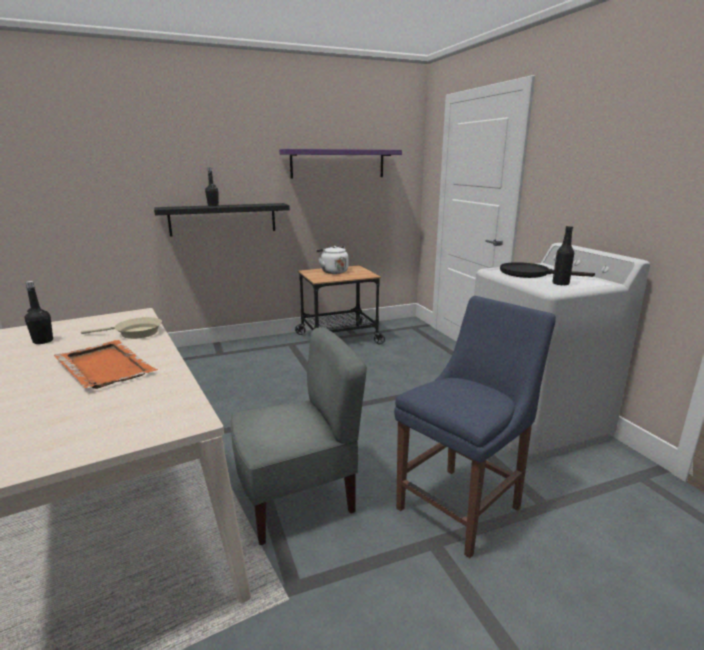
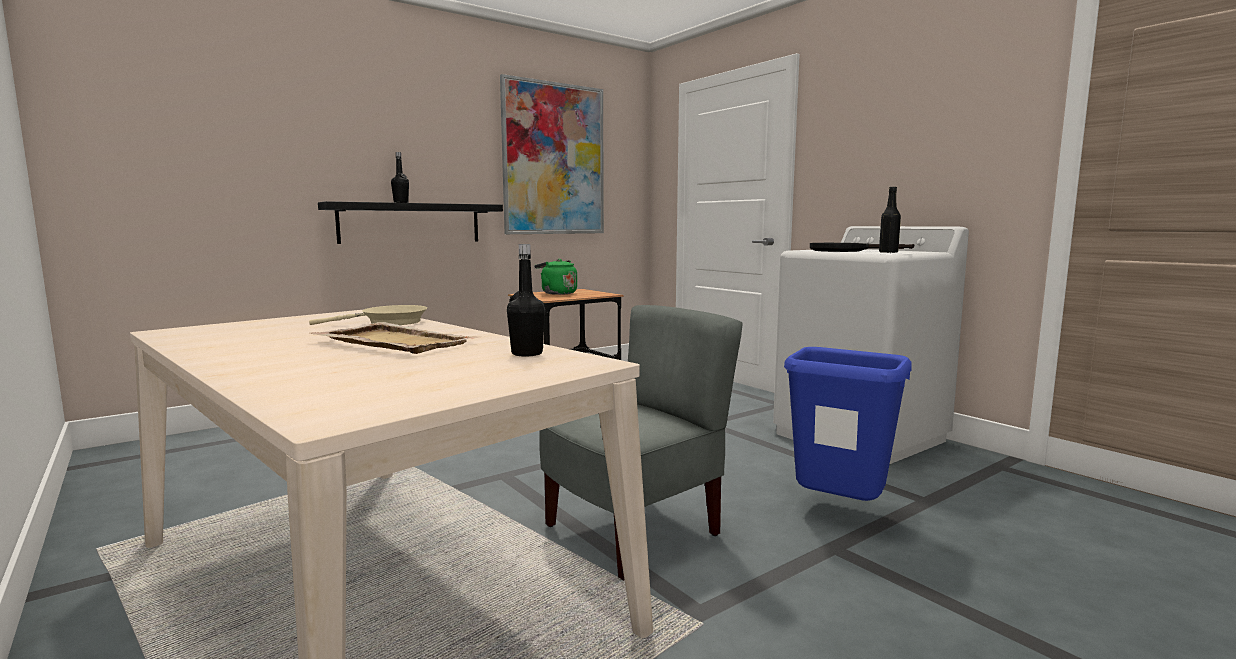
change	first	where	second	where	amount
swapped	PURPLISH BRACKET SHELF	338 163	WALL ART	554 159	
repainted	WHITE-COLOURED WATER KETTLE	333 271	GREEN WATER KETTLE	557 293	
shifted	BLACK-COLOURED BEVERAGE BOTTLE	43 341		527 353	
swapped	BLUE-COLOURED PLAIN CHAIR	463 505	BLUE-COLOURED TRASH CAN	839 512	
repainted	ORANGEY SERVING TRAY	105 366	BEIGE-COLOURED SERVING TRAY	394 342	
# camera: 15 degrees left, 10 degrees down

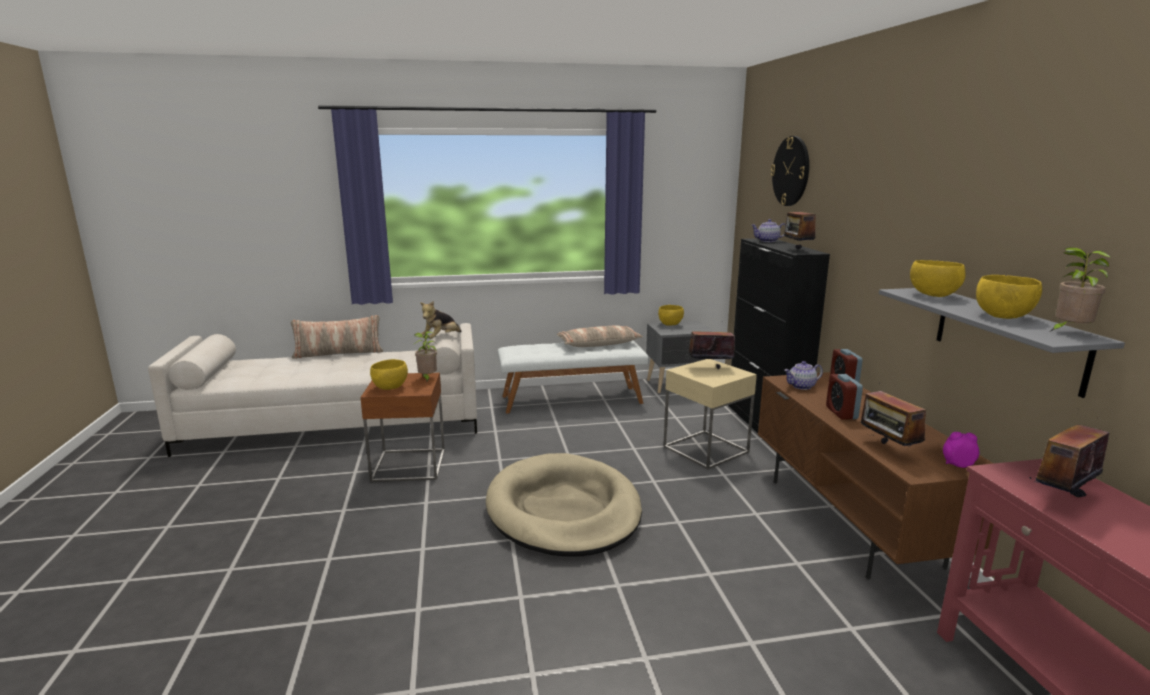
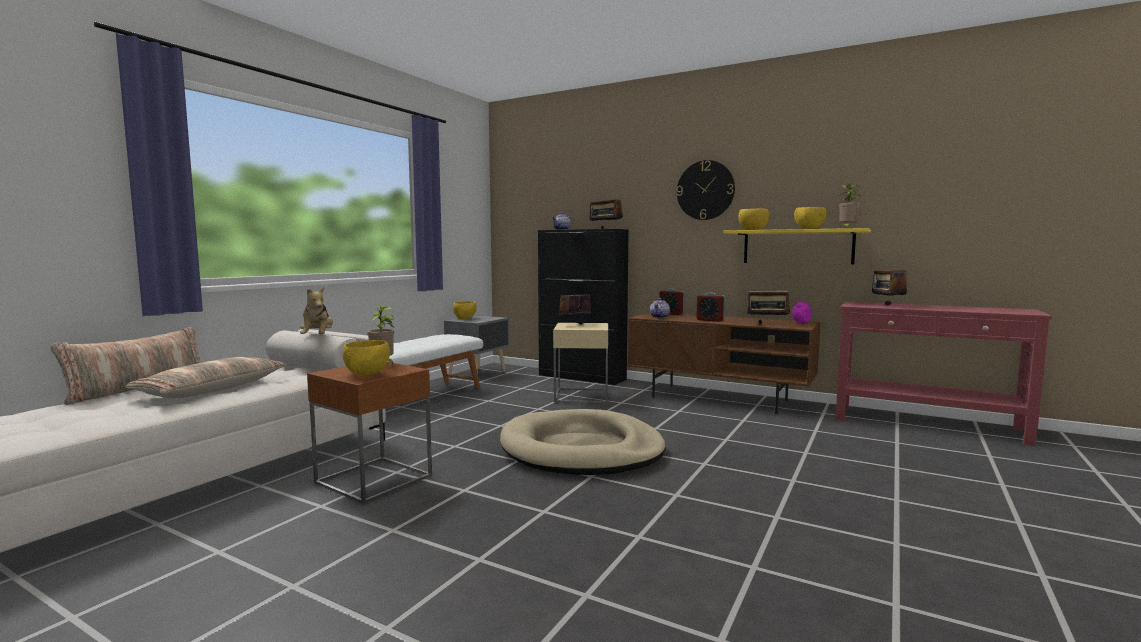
change	first	where	second	where	amount
shifted	HANGING CLOCK	791 171		705 190	
repainted	GREY BRACKET SHELF	1007 338	YELLOW BRACKET SHELF	797 247	
shifted	PILLOW	598 344		212 389	
# camera: 50 degrees left, 10 degrees down

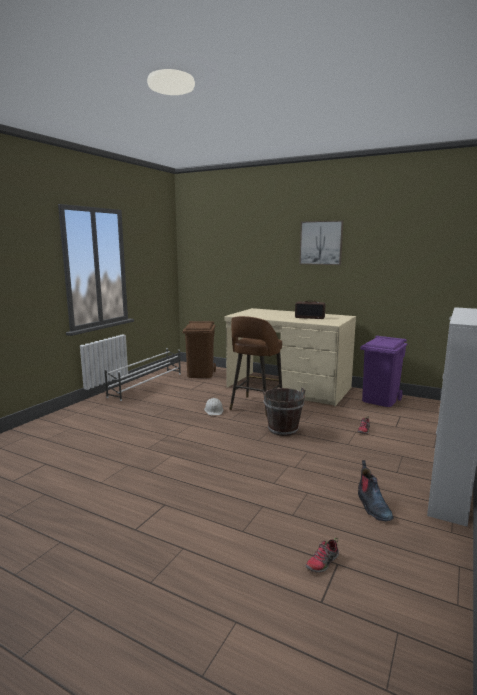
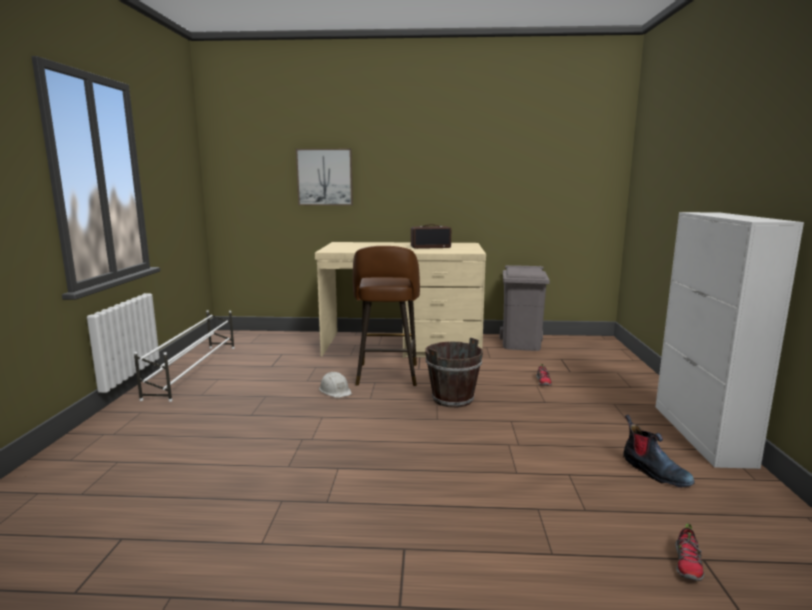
change	first	where	second	where	amount
shifted	WALL ART	321 243		325 177	
gone	BROWN-COLOURED TRASH CAN	200 374			
repainted	PURPLISH TRASH CAN	380 400	GREY TRASH CAN	521 344	
# camera: 25 degrees left, 0 degrees up

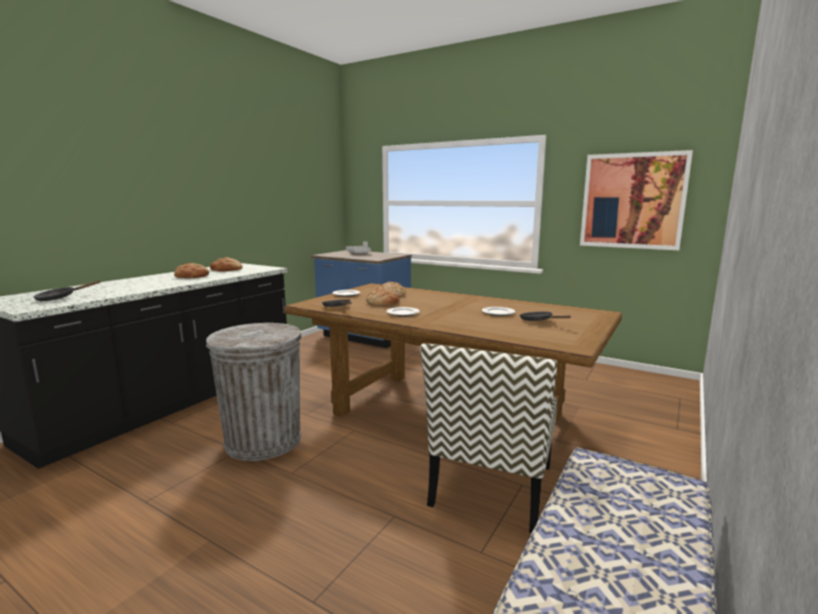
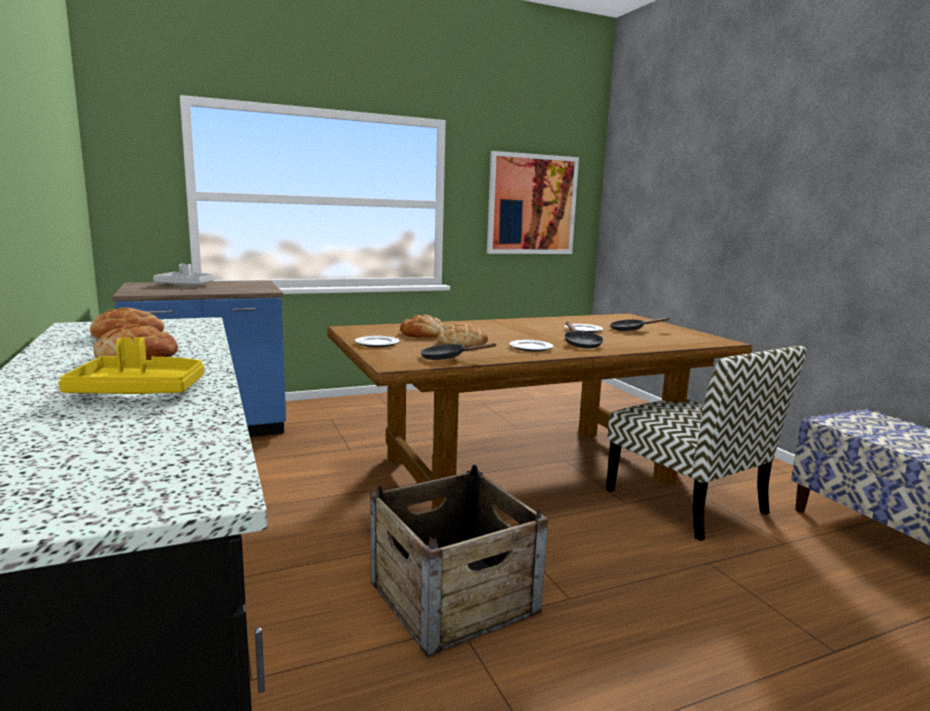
change	first	where	second	where	amount
shifted	BLACK-COLOURED PAN	60 298		581 344	
swapped	GREY TRASH CAN	263 440	CRATE	452 596	
new			YELLOW SERVING TRAY	139 391	
# camera: 55 degrees left, 0 degrees up

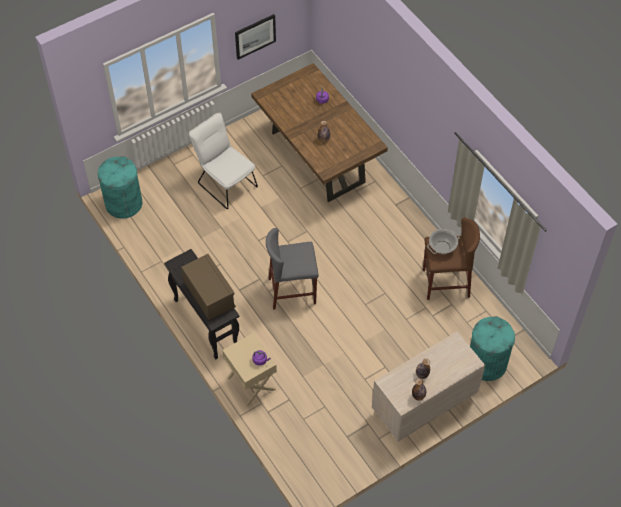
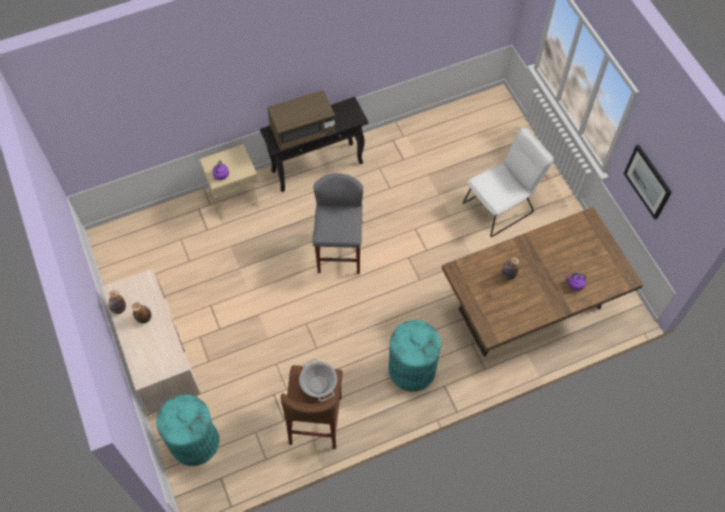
change	first	where	second	where	amount
shifted	TURQUOISE-COLOURED TRASH CAN	123 203		412 369	
# camera: 100 degrees right, 5 degrees up

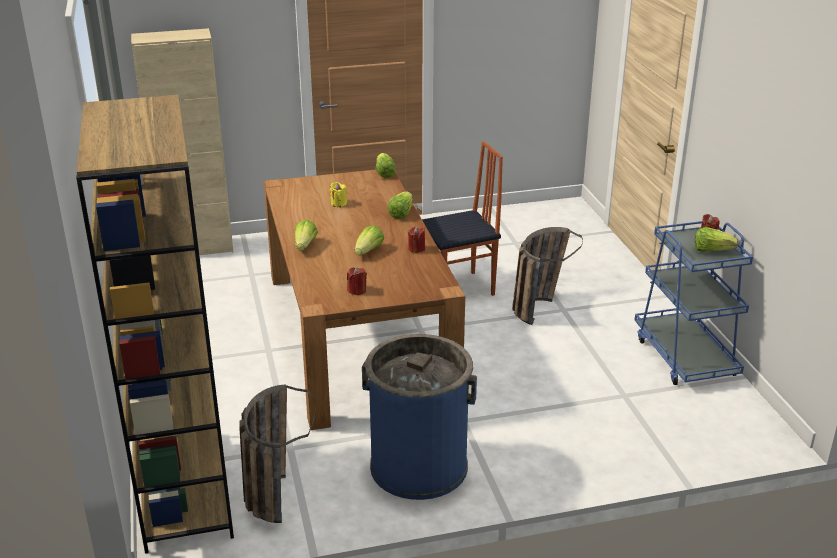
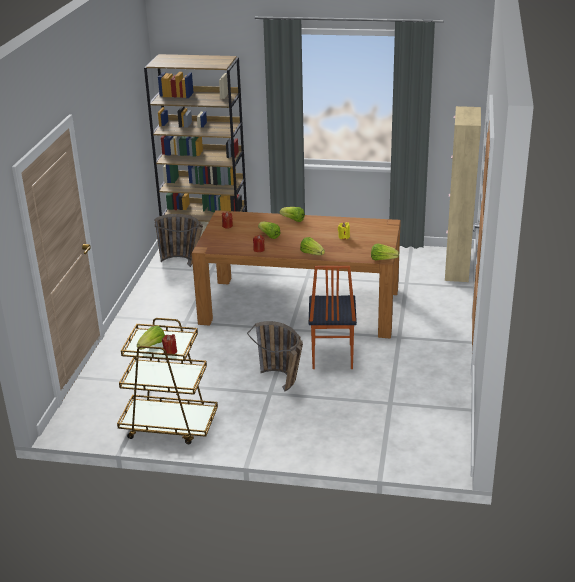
change	first	where	second	where	amount
repainted	BLUE-COLOURED WHEELED CART	684 356	BROWN-COLOURED WHEELED CART	168 425	
gone	BLUE-COLOURED TRASH CAN	418 466			
# camera: 115 degrees right, 0 degrees up

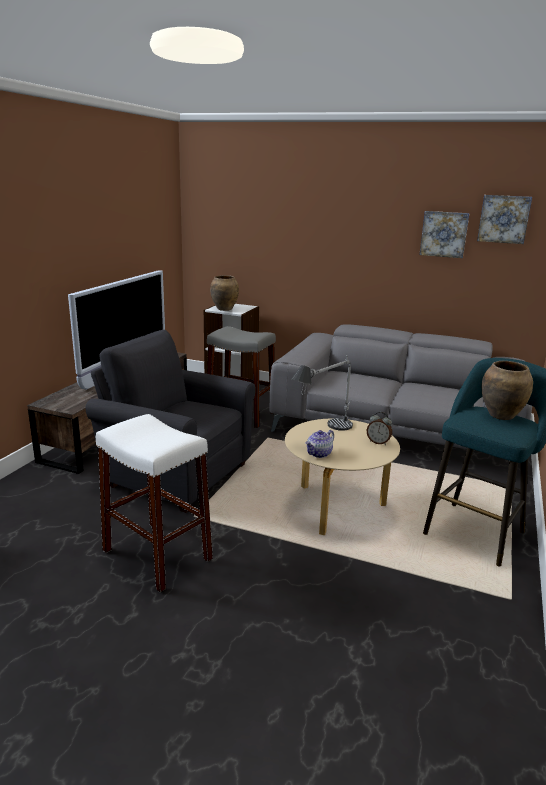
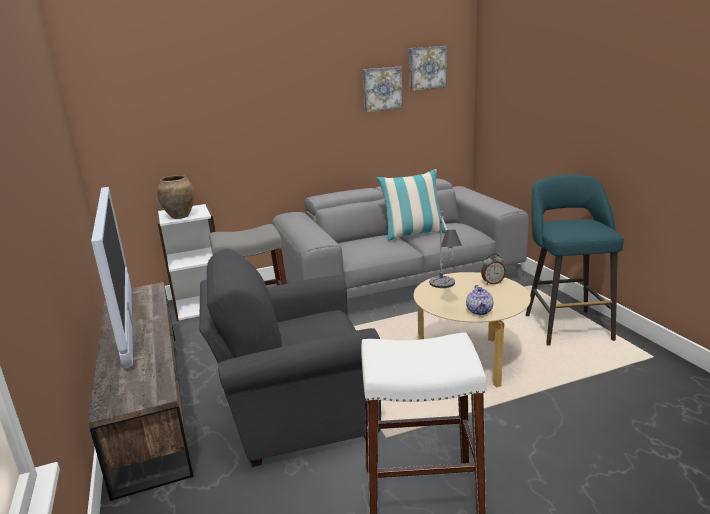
change	first	where	second	where	amount
gone	BROWN-COLOURED DECORATIVE VASE	501 416			
new			PILLOW	413 234	
# camera: 40 degrees left, 0 degrees up

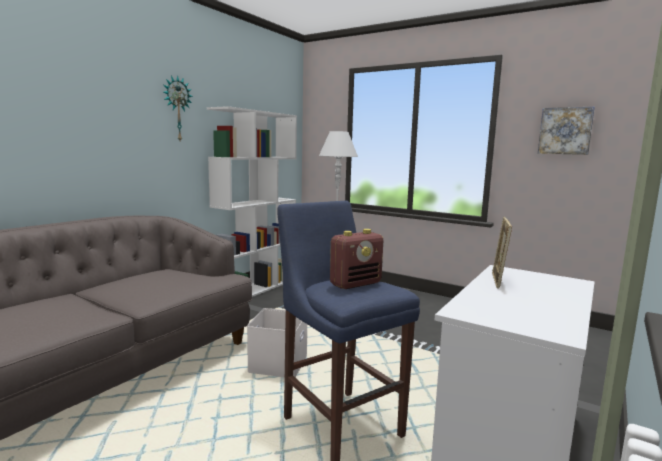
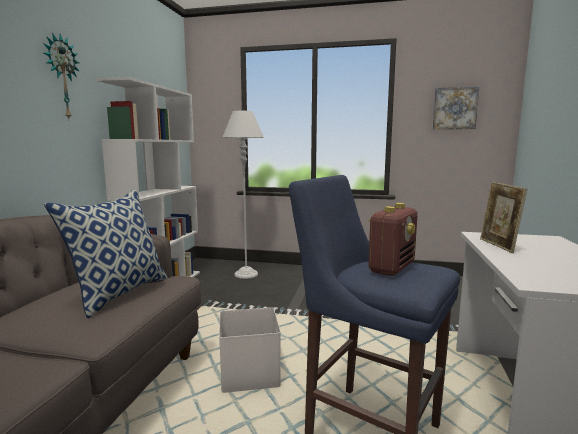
change	first	where	second	where	amount
new			PILLOW	119 293	
# camera: 20 degrees left, 0 degrees up

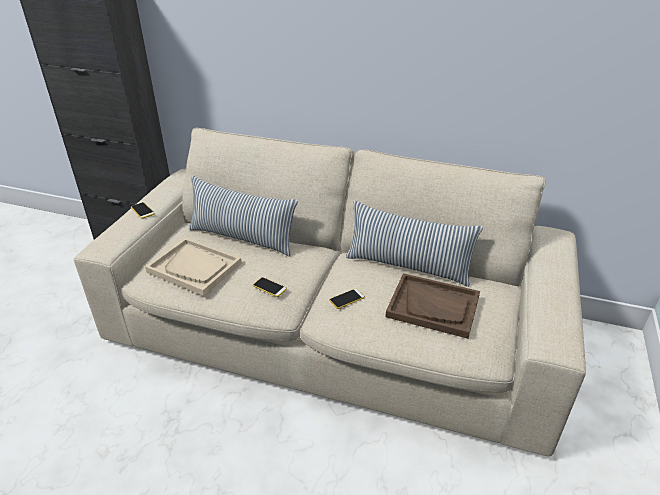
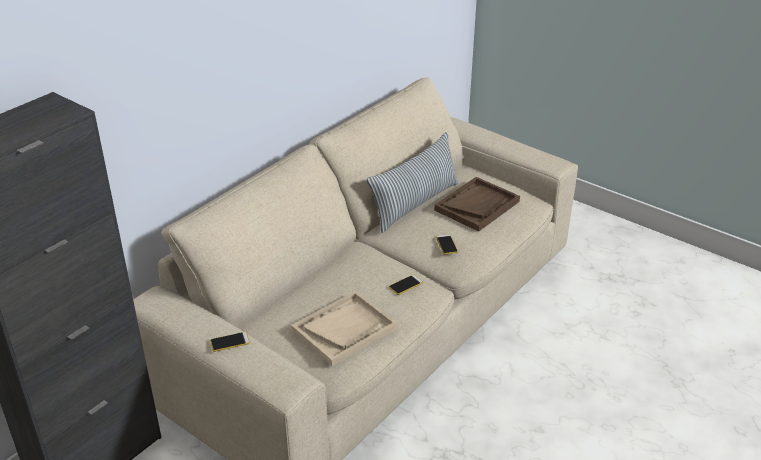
change	first	where	second	where	amount
gone	PILLOW	242 238			
# camera: 70 degrees left, 0 degrees up

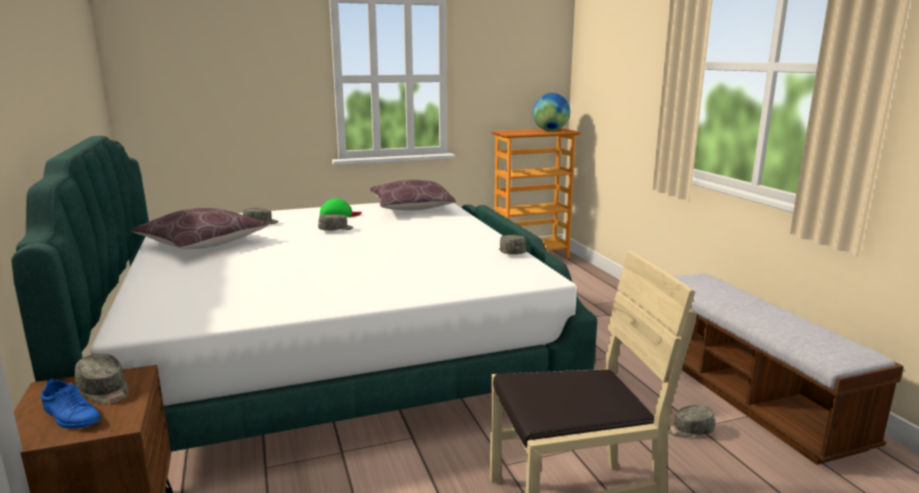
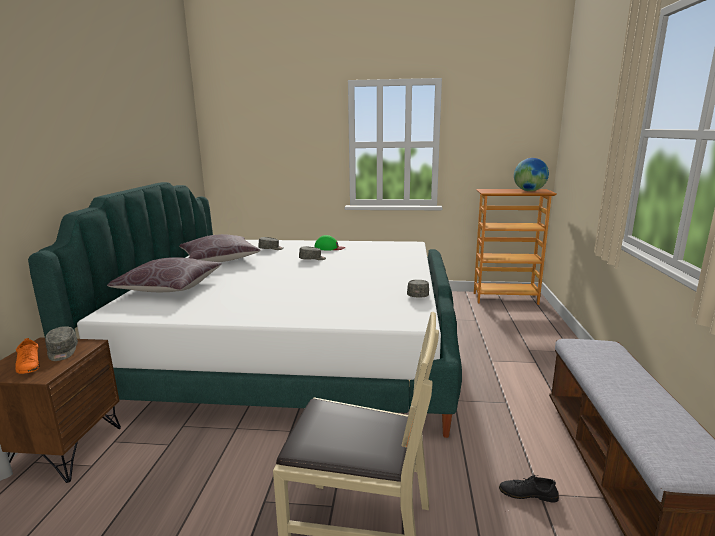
change	first	where	second	where	amount
shifted	BROWN-COLOURED PILLOW	411 208		170 287	
repainted	BLUE-COLOURED LOW SHOE	71 416	ORANGEY LOW SHOE	29 364	
swapped	GREY BASEBALL CAP	689 430	BLACK-COLOURED LOW SHOE	528 494	
# camera: 25 degrees right, 0 degrees up

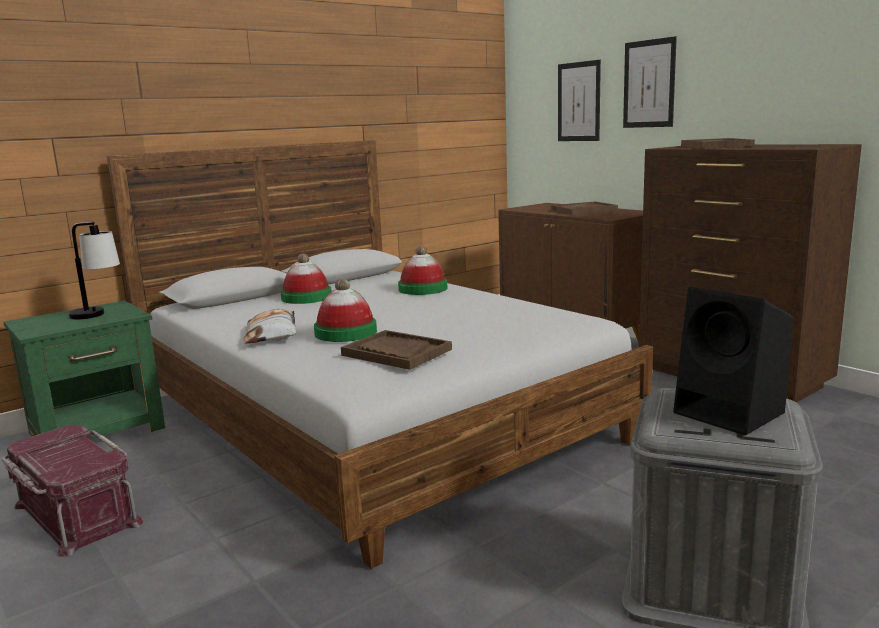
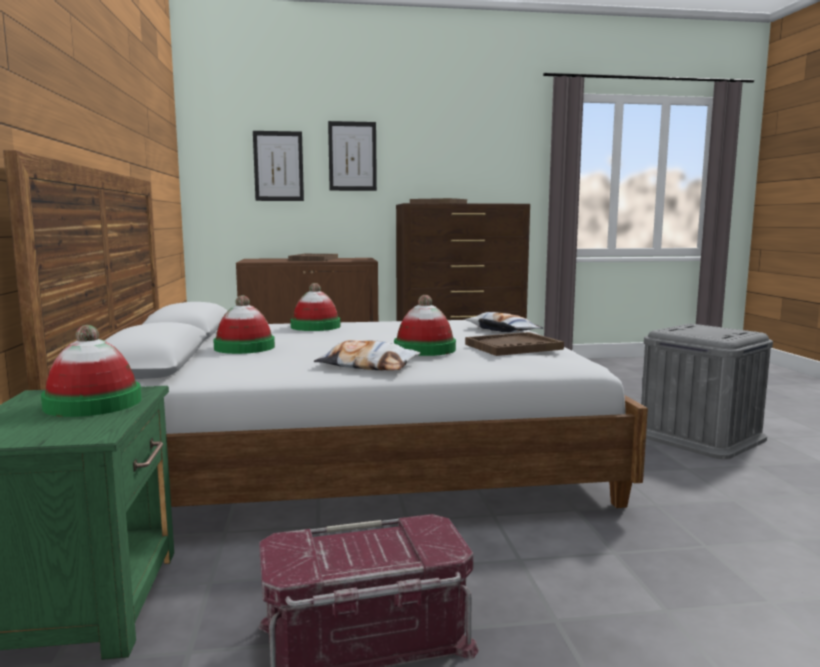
change	first	where	second	where	amount
swapped	TABLE LAMP	98 316	WEARABLE HAT	93 403	
gone	BLACK-COLOURED AUDIO SPEAKER	731 413			
new			PILLOW	502 330	
# camera: 60 degrees left, 5 degrees down

